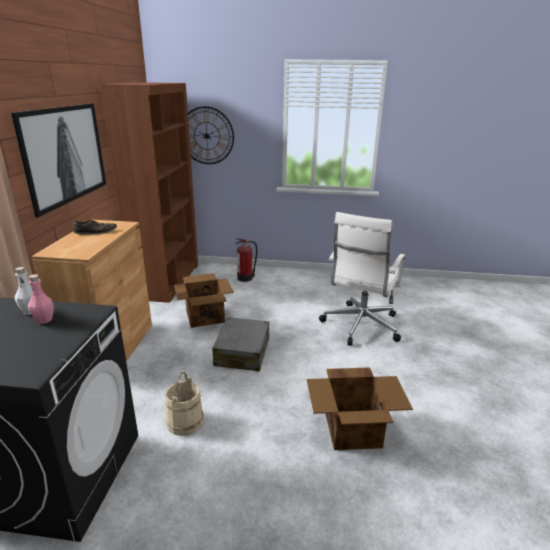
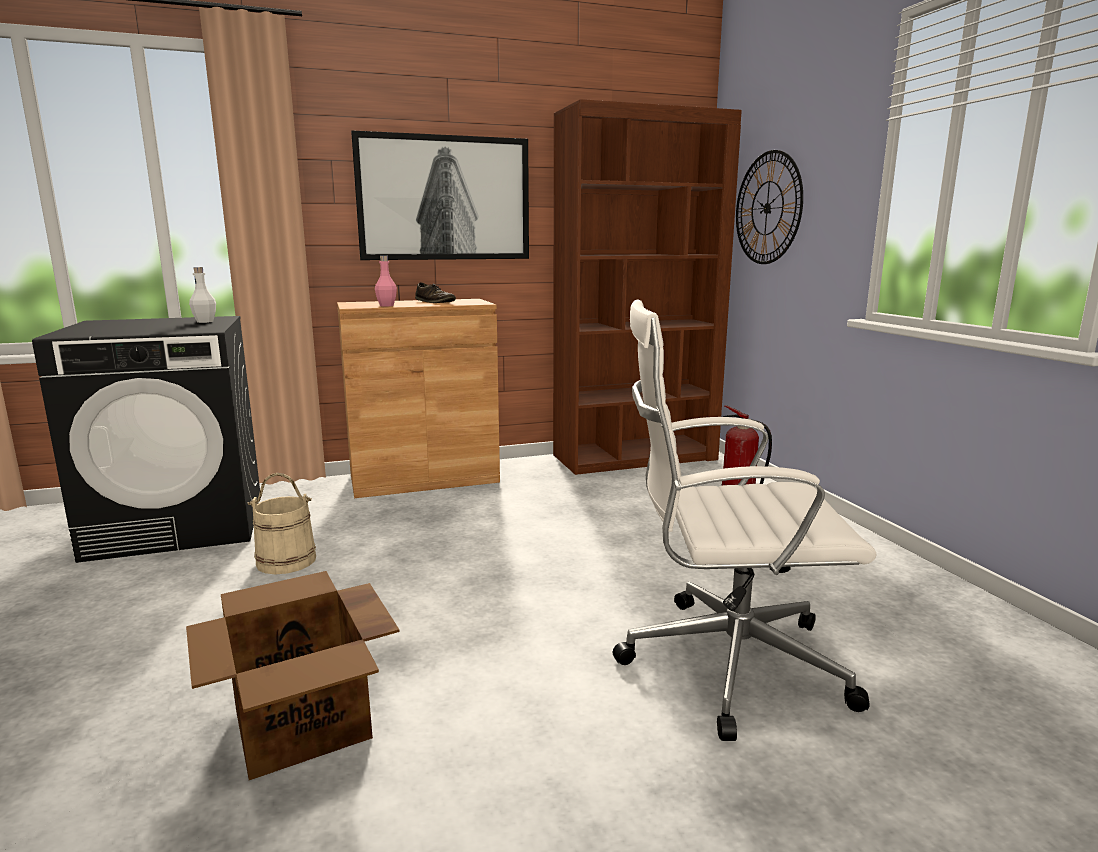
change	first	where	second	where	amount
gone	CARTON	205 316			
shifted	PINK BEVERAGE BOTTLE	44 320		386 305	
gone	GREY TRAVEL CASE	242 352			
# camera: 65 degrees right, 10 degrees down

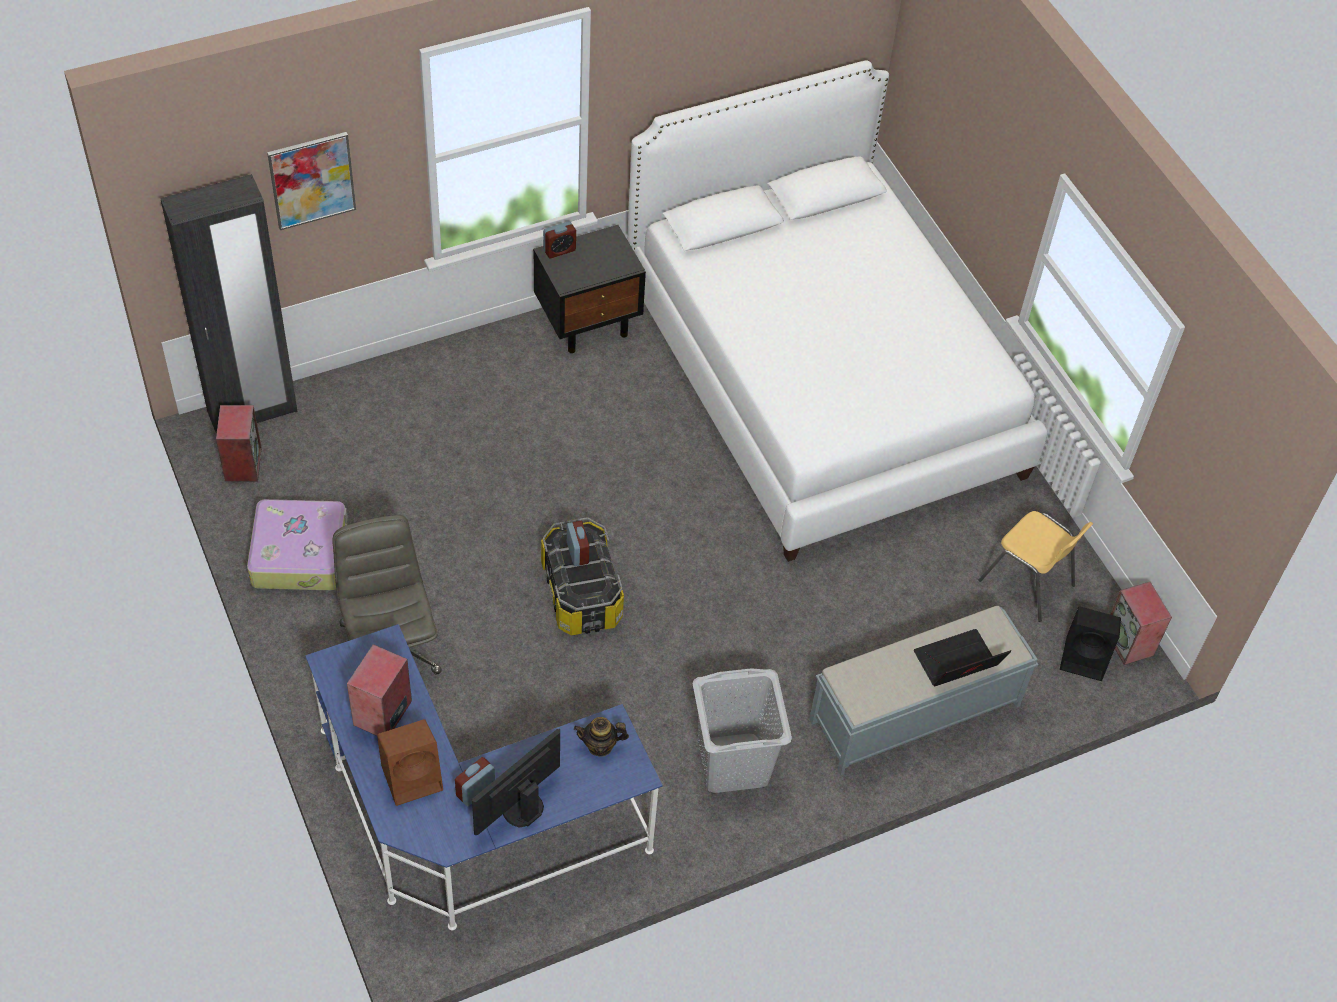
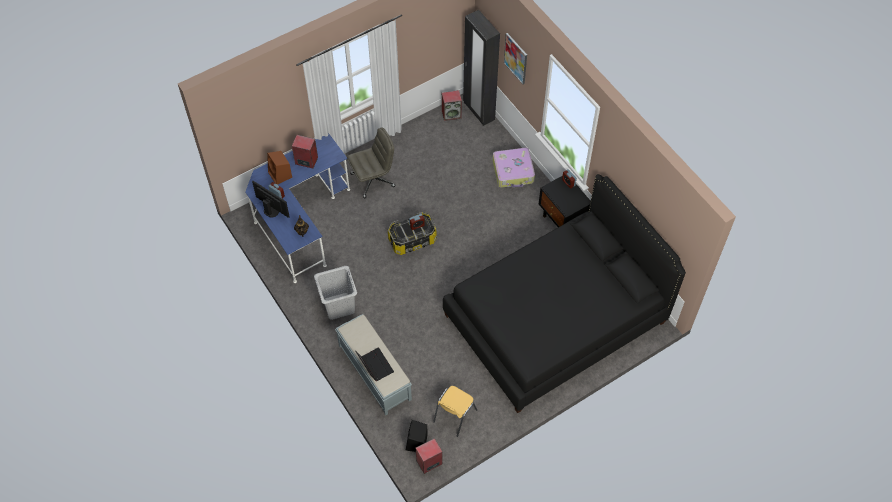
change	first	where	second	where	amount
repainted	WHITE-COLOURED BED	822 379	BLACK-COLOURED BED	555 318	
shifted	TRAVEL CASE	301 553		513 172	
# camera: 85 degrees right, 5 degrees up

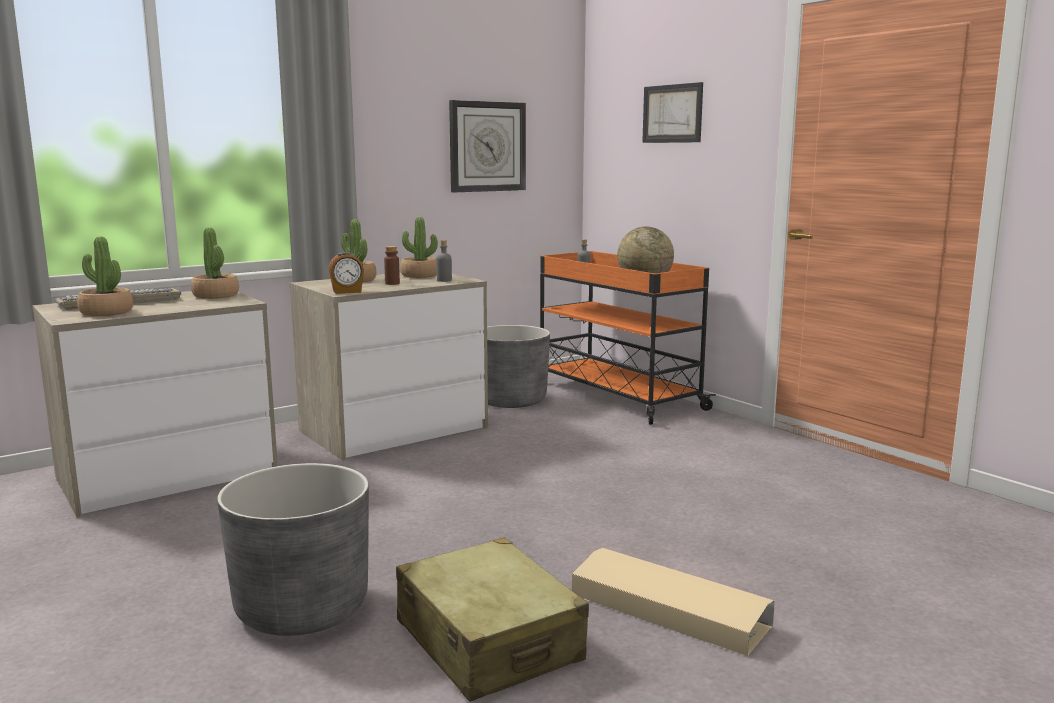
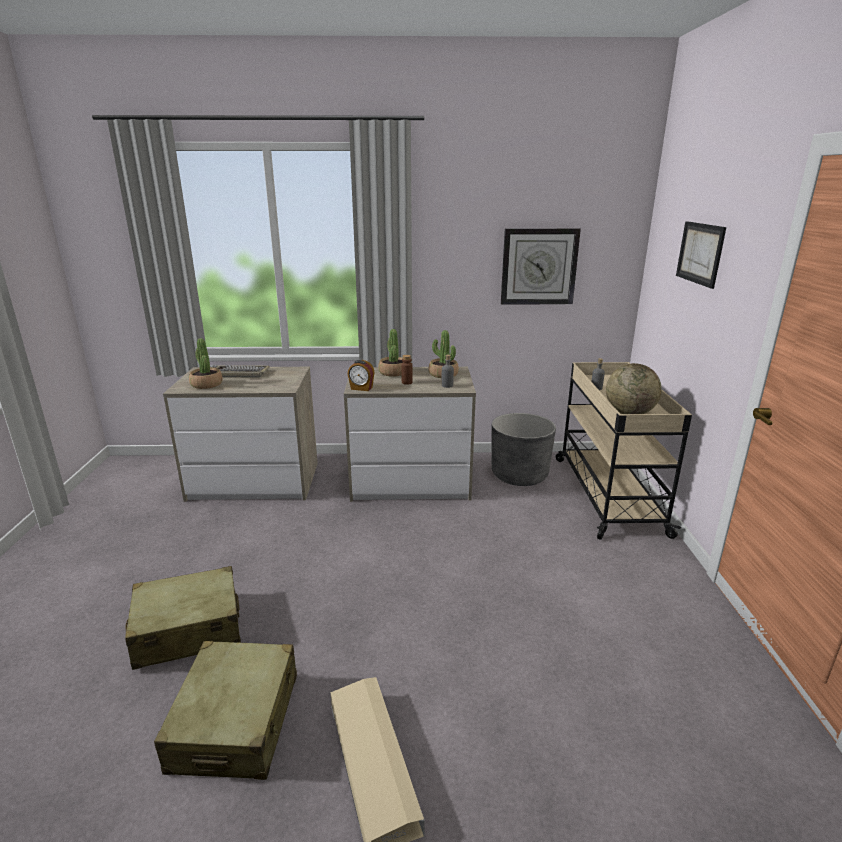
change	first	where	second	where	amount
gone	PLANT IN A POT	216 295			
repainted	ORANGEY WHEELED CART	614 395	BEIGE-COLOURED WHEELED CART	607 494	
swapped	GREY FLOWER POT	302 608	BEIGE-COLOURED TRAVEL CASE	188 630	
# camera: 35 degrees right, 10 degrees up

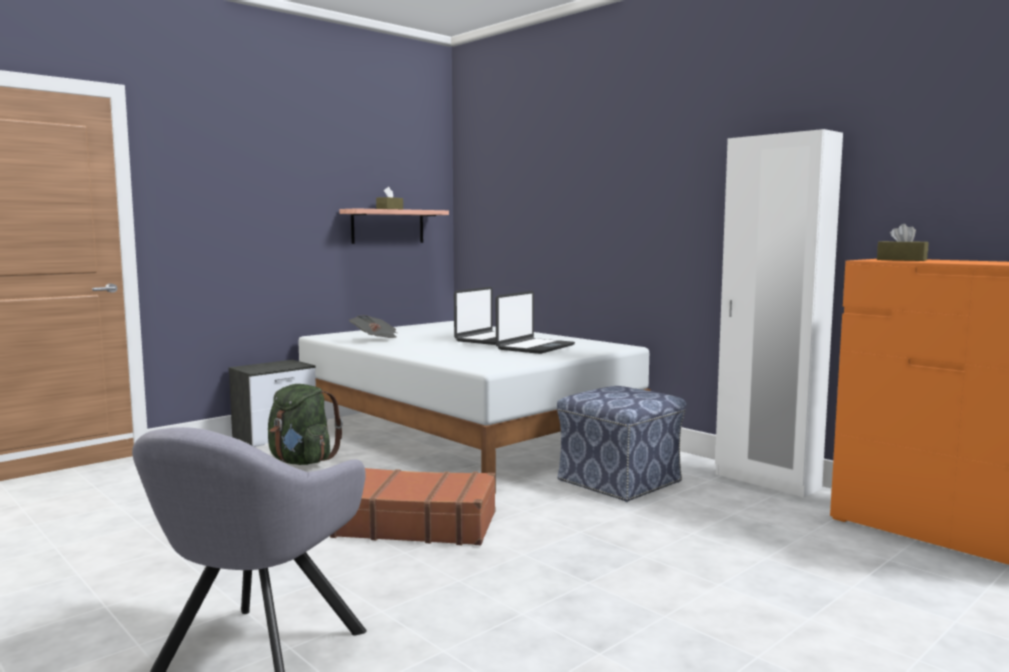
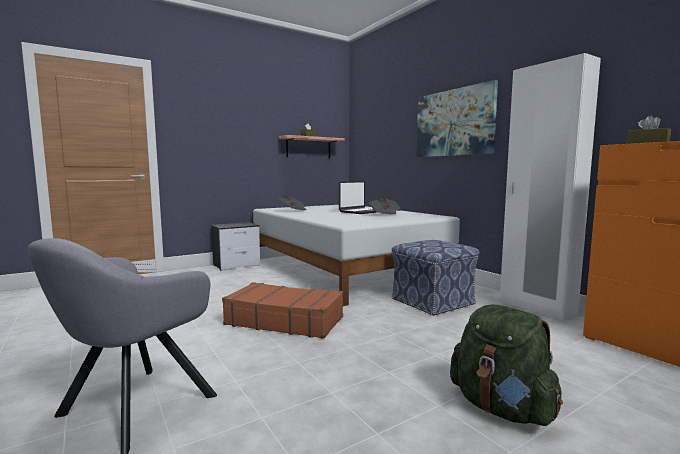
change	first	where	second	where	amount
swapped	PORTABLE COMPUTER	534 347	NEWSPAPER	385 215	
shifted	GREEN KNAPSACK	302 462		502 408	
new			WALL ART	454 123	
# camera: 10 degrees right, 0 degrees up

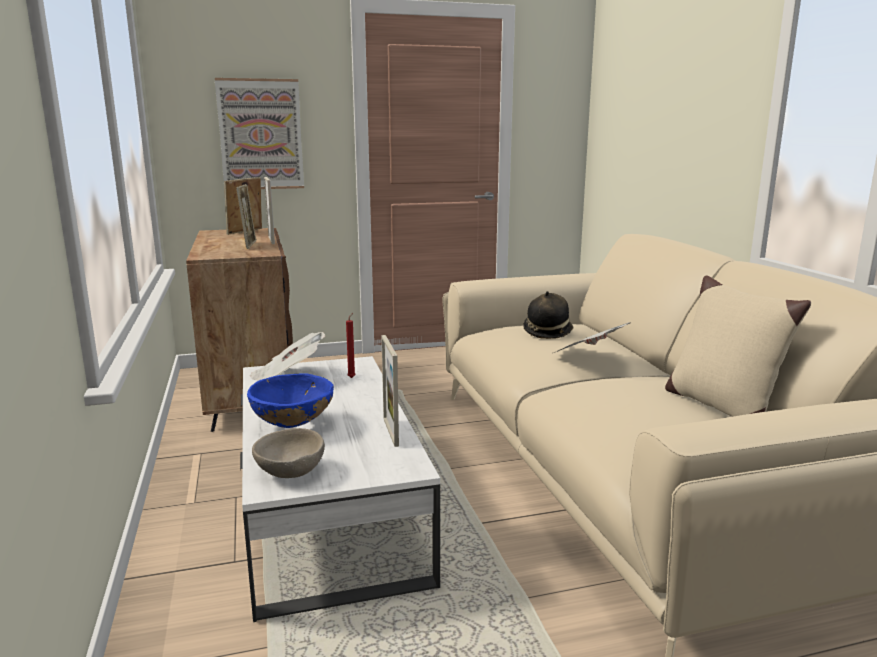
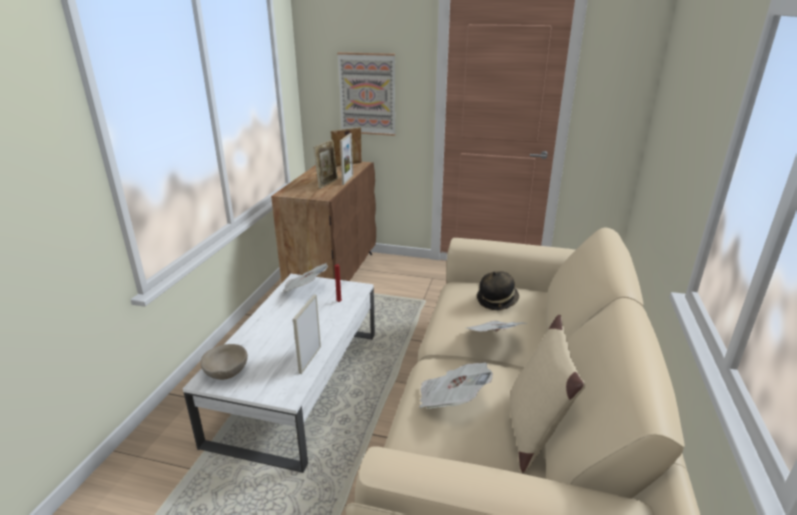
change	first	where	second	where	amount
gone	BLUE-COLOURED SERVING BOWL	293 425			
new			NEWSPAPER	451 400	
# camera: 30 degrees right, 10 degrees up

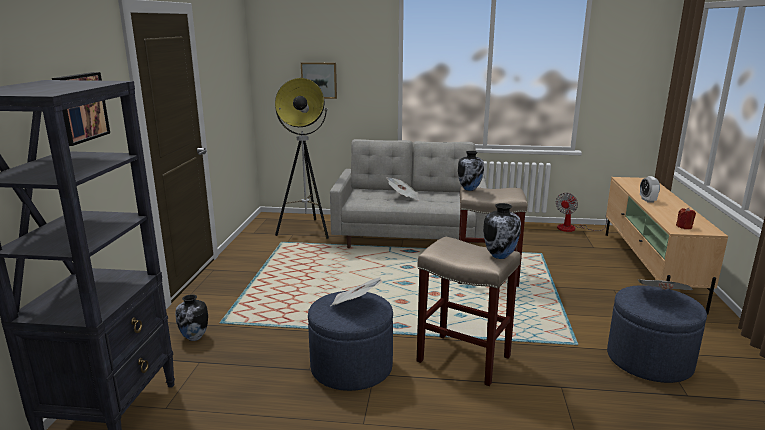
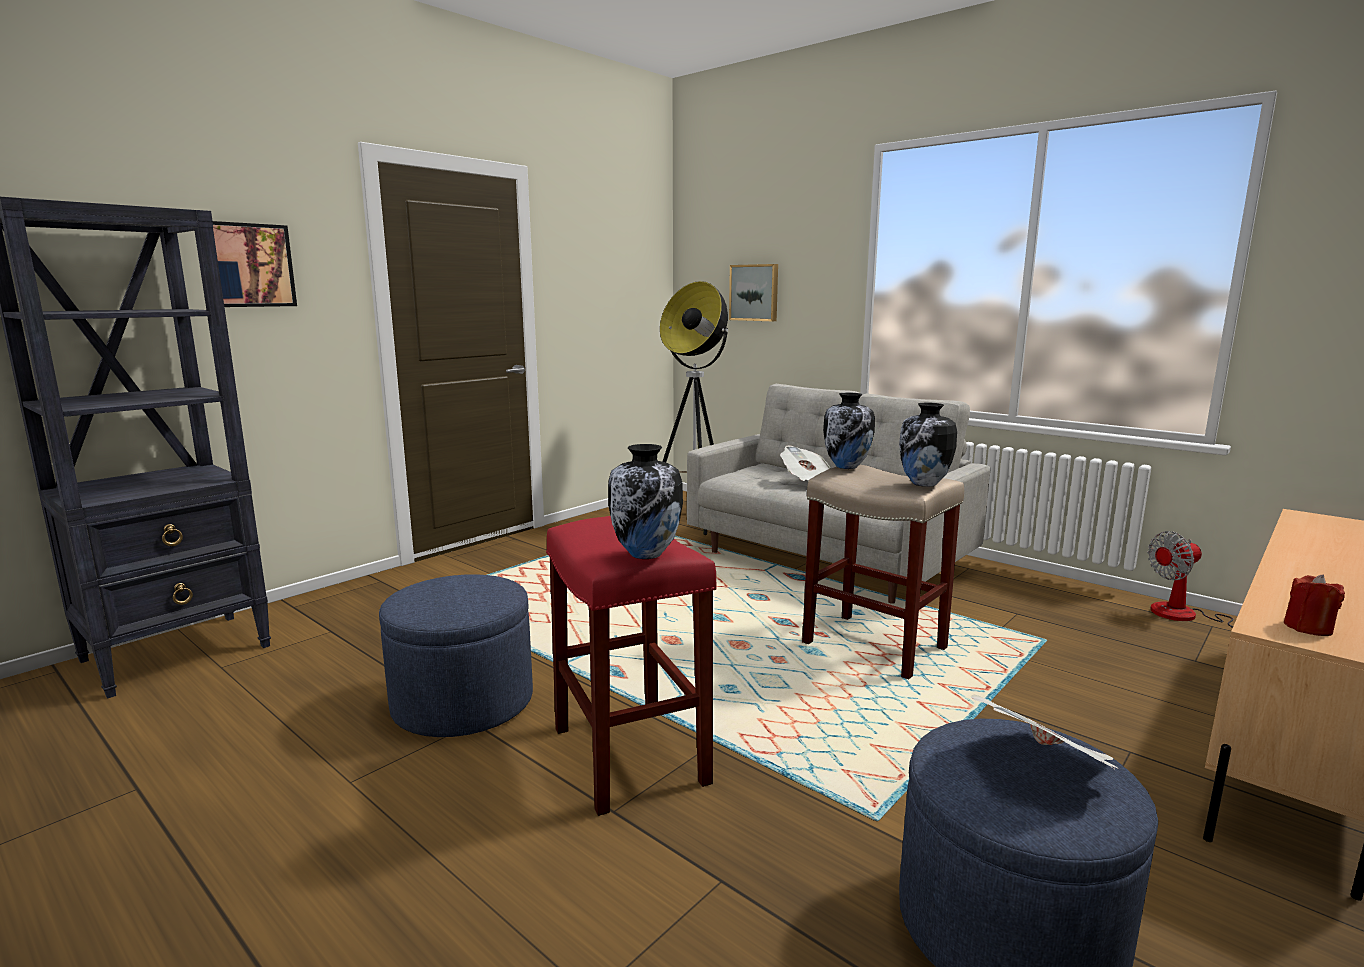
change	first	where	second	where	amount
gone	TABLE CLOCK	647 200			
repainted	BEIGE-COLOURED STOOL SEAT	465 359	RED STOOL SEAT	631 756	
gone	NEWSPAPER	355 304			
shifted	DECORATIVE VASE	194 338		924 484	
# camera: 35 degrees right, 5 degrees down

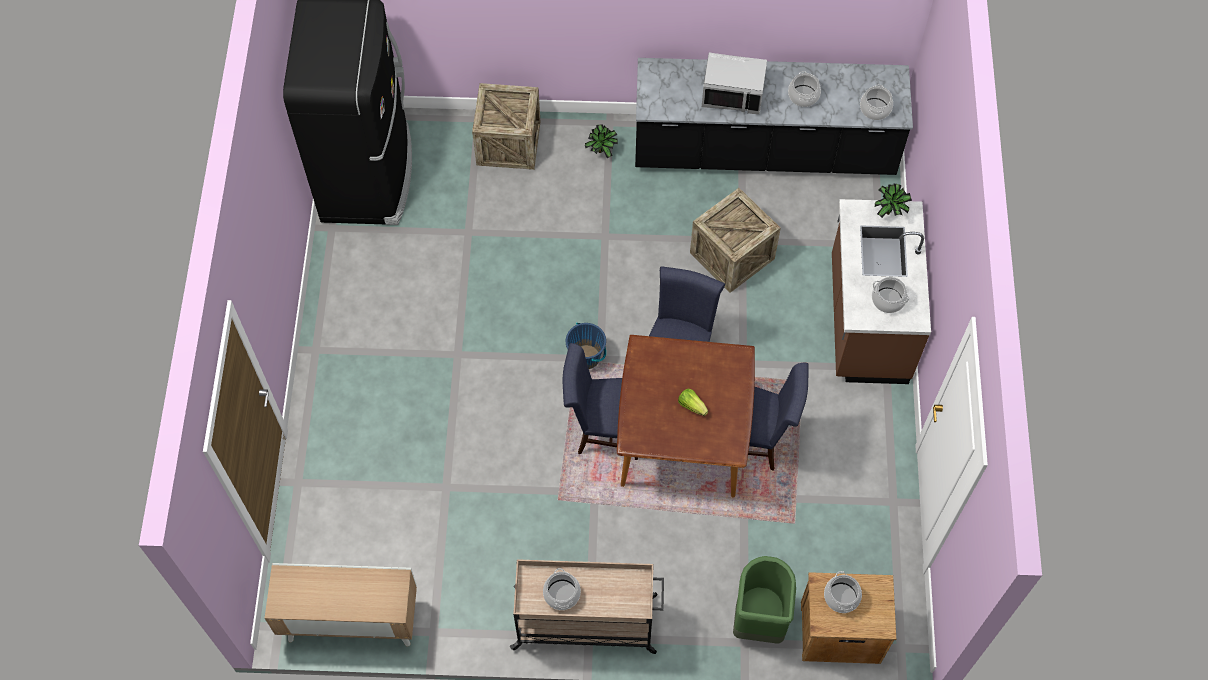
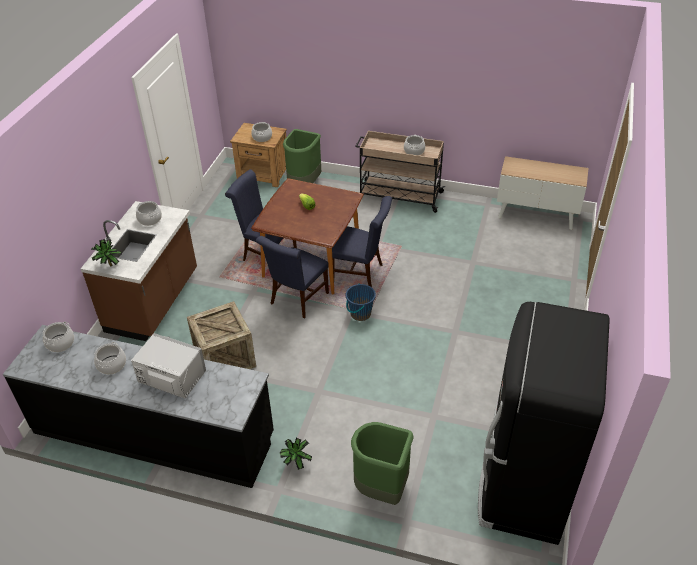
change	first	where	second	where	amount
swapped	CRATE	508 143	GREEN TRASH CAN	381 489	
# camera: 165 degrees left, 20 degrees down

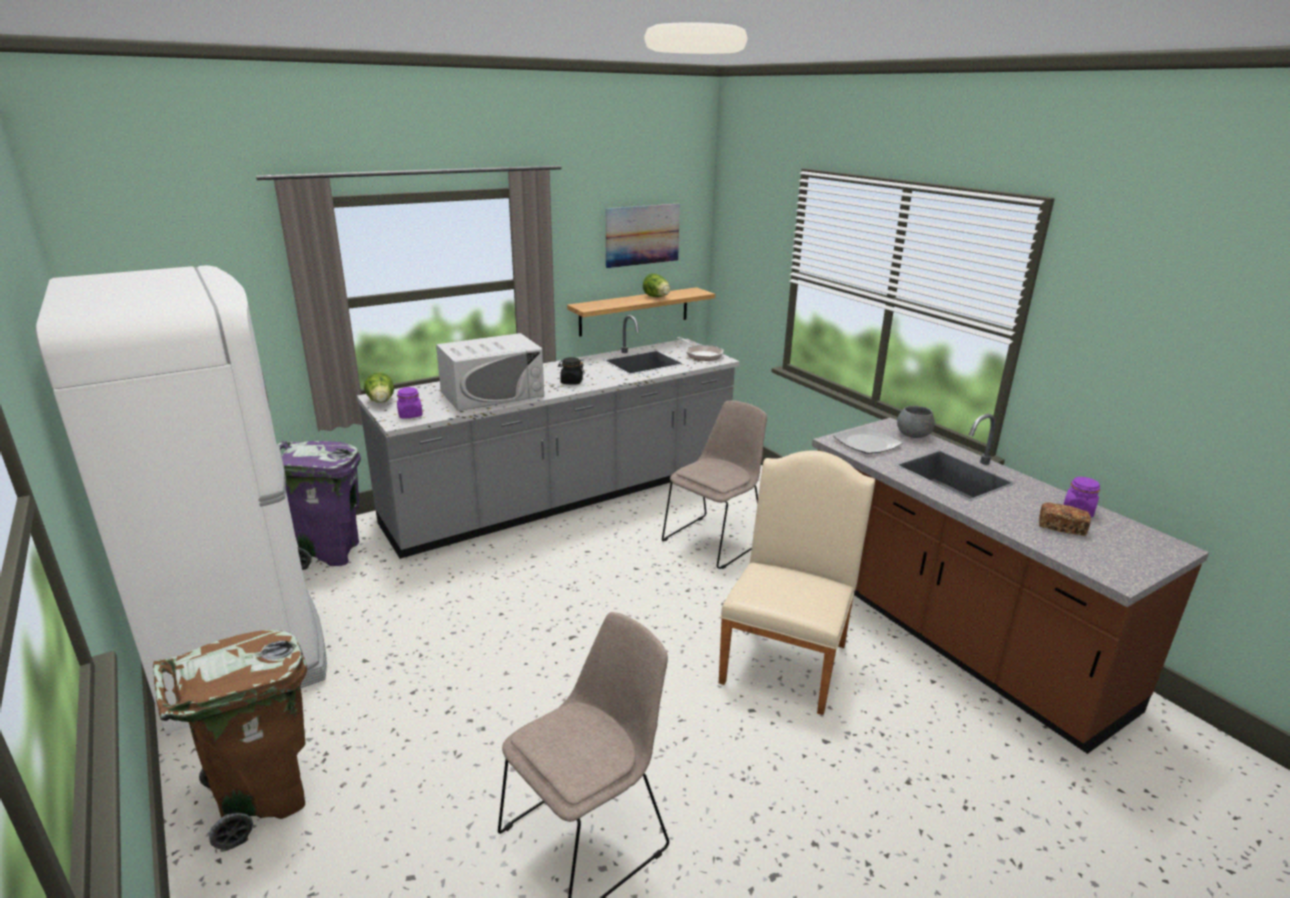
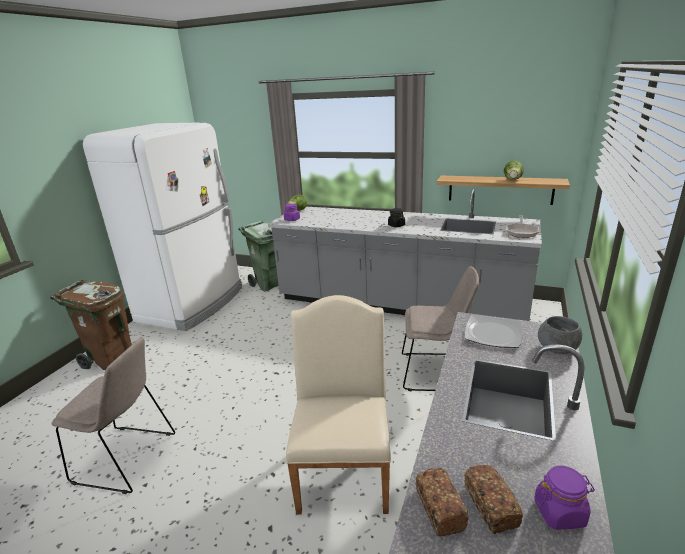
change	first	where	second	where	amount
gone	WALL ART	642 235			
gone	WHITE-COLOURED MICROWAVE	492 393			
repainted	PURPLISH TRASH CAN	330 553	GREEN TRASH CAN	269 284	
rotated	BEIGE-COLOURED PLAIN CHAIR	787 657		344 466	75 degrees counterclockwise
new			BREAD	439 509	
# camera: 55 degrees right, 0 degrees up

